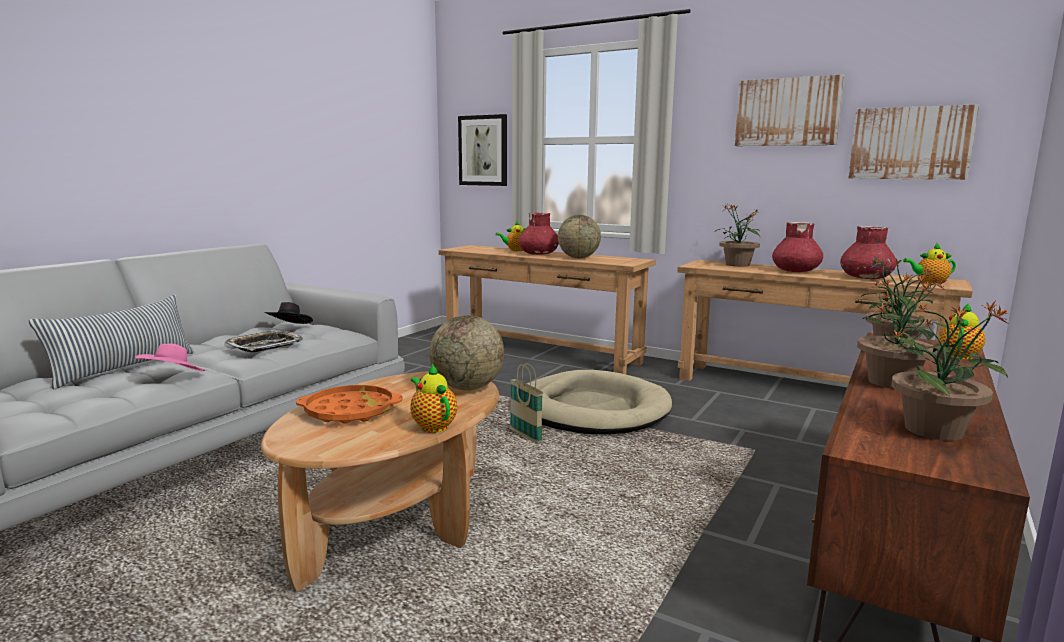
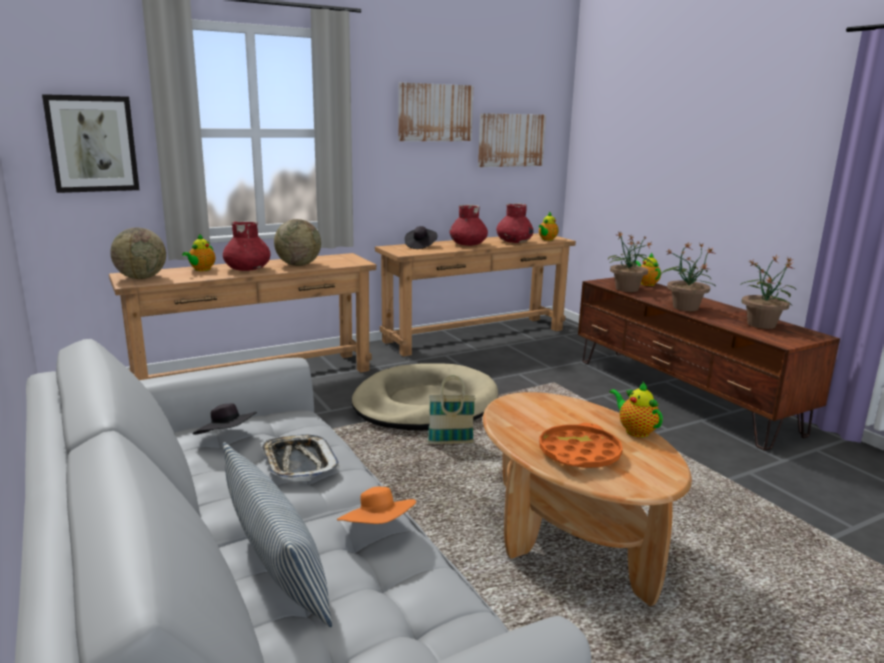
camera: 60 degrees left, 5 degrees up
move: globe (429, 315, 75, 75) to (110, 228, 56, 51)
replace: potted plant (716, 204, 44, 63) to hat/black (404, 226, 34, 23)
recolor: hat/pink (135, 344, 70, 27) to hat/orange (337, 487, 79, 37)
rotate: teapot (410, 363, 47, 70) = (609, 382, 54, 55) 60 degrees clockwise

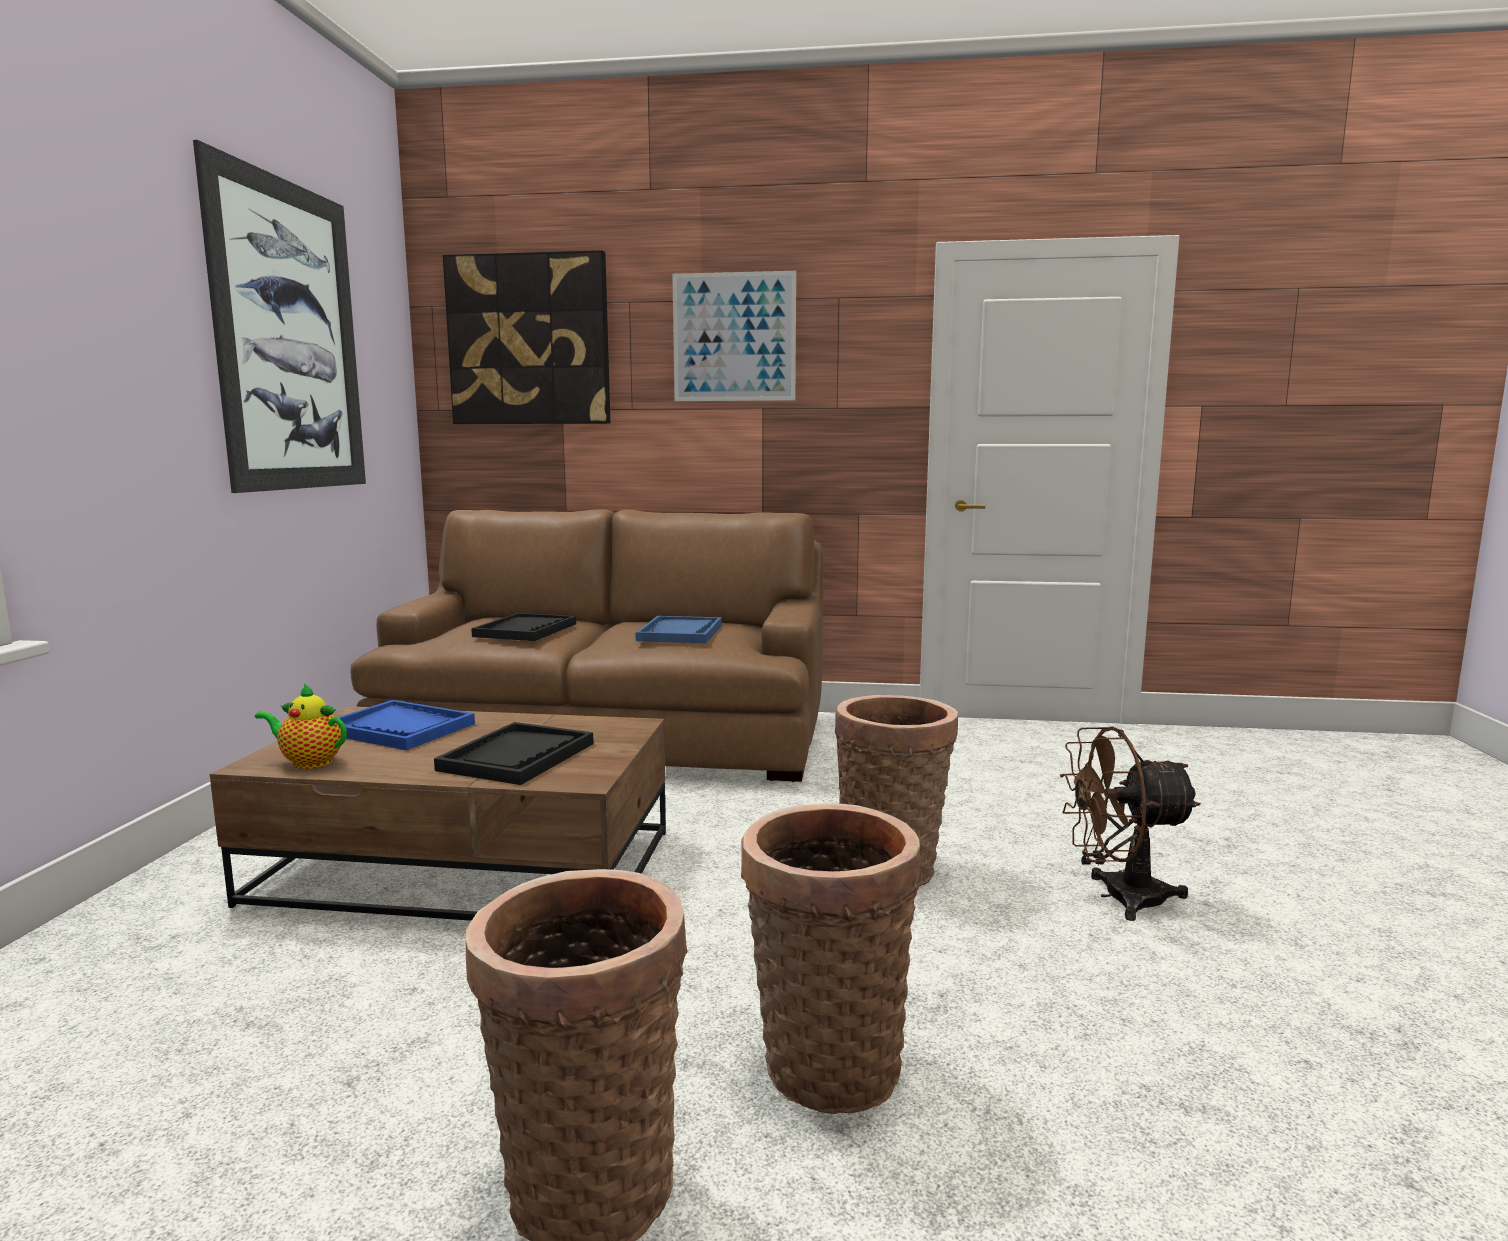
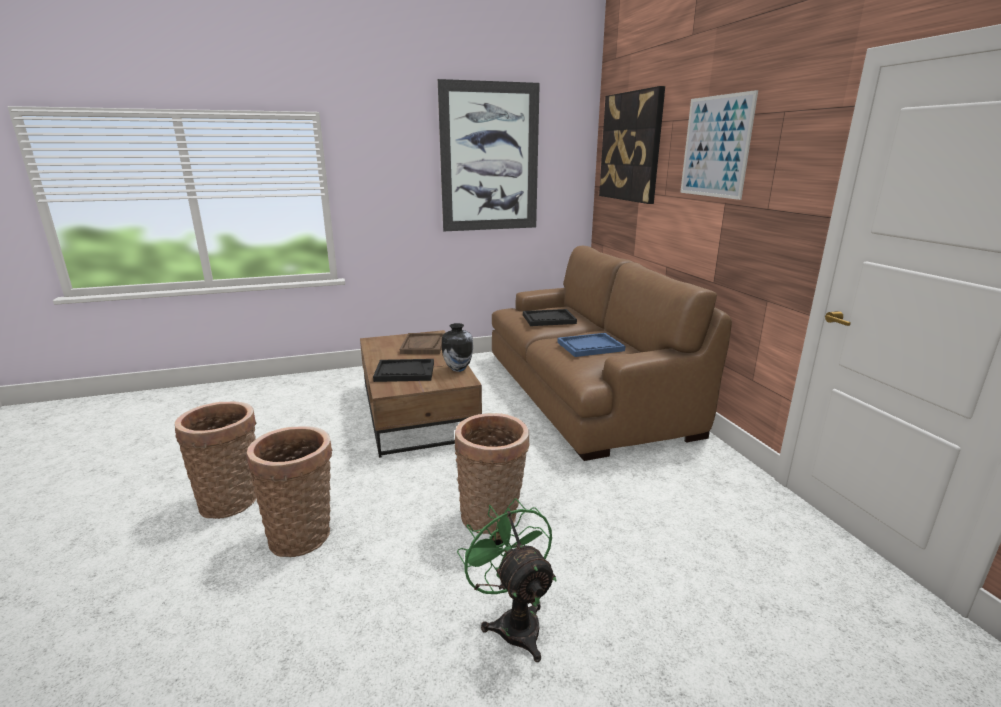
camera: 65 degrees right, 10 degrees up
delete: teapot (255, 683, 92, 86)
insert: vase (442, 323, 31, 49)
recolor: tray/blue (338, 700, 137, 50) to tray/brown (400, 333, 44, 21); fan/brown (1060, 726, 140, 195) to fan/green (457, 498, 100, 164)

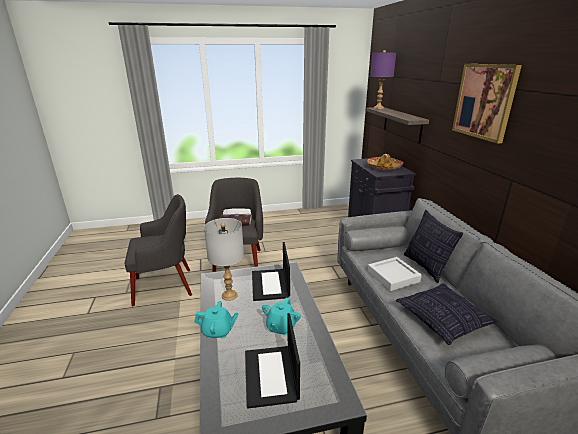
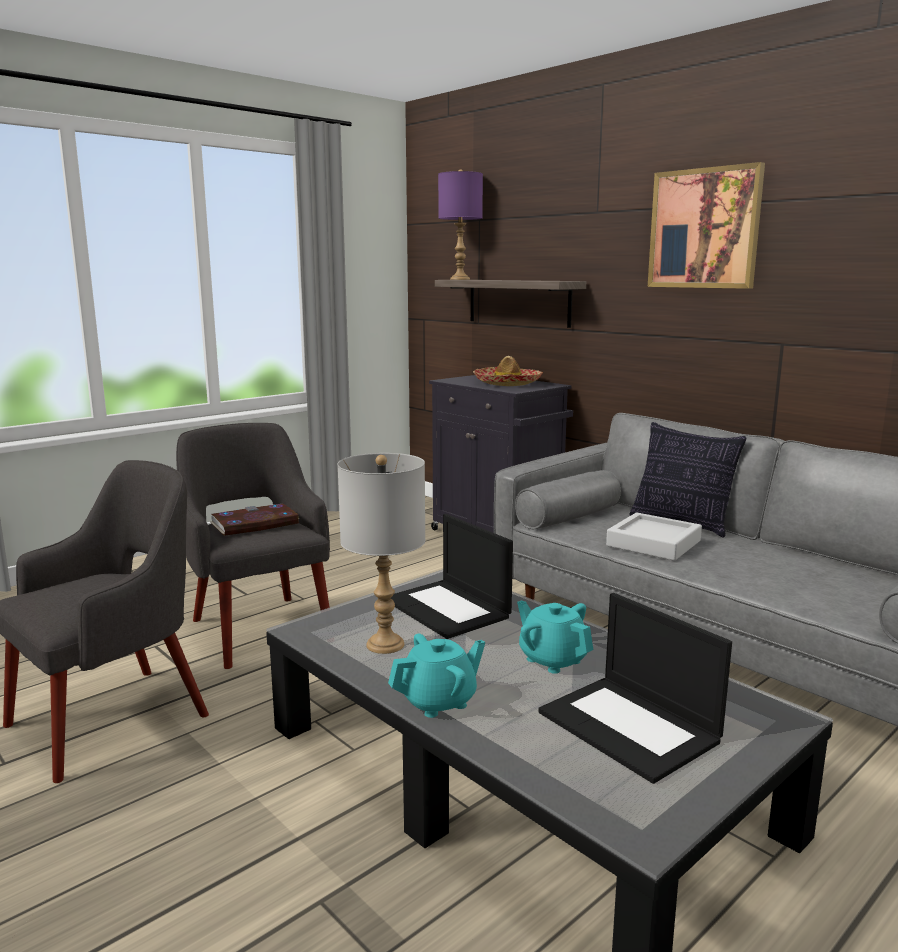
camera: 30 degrees left, 10 degrees down
delete: pillow (396, 283, 103, 62)
rotate: teapot/turquoise (262, 298, 39, 37) = (517, 601, 76, 73) 150 degrees clockwise

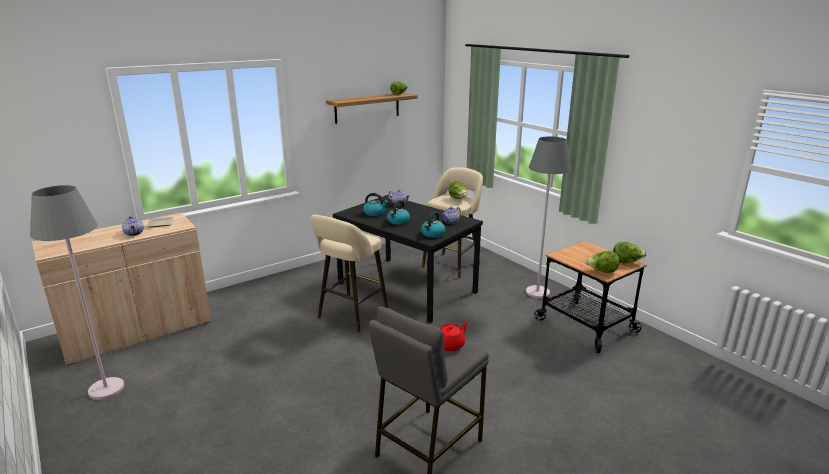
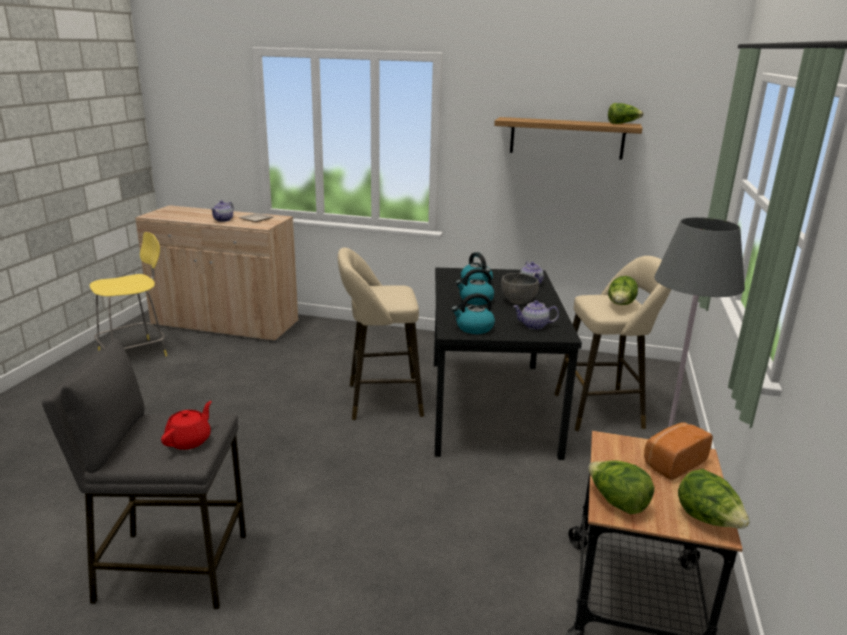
camera: 50 degrees right, 0 degrees up
insert: bowl/grey (501, 273, 38, 31); bread (644, 422, 69, 58)
replace: floor lamp/grey (30, 185, 94, 215) to stool/yellow (90, 232, 77, 124)
rotate: teapot/red (440, 321, 28, 30) = (161, 401, 51, 49) 75 degrees counterclockwise

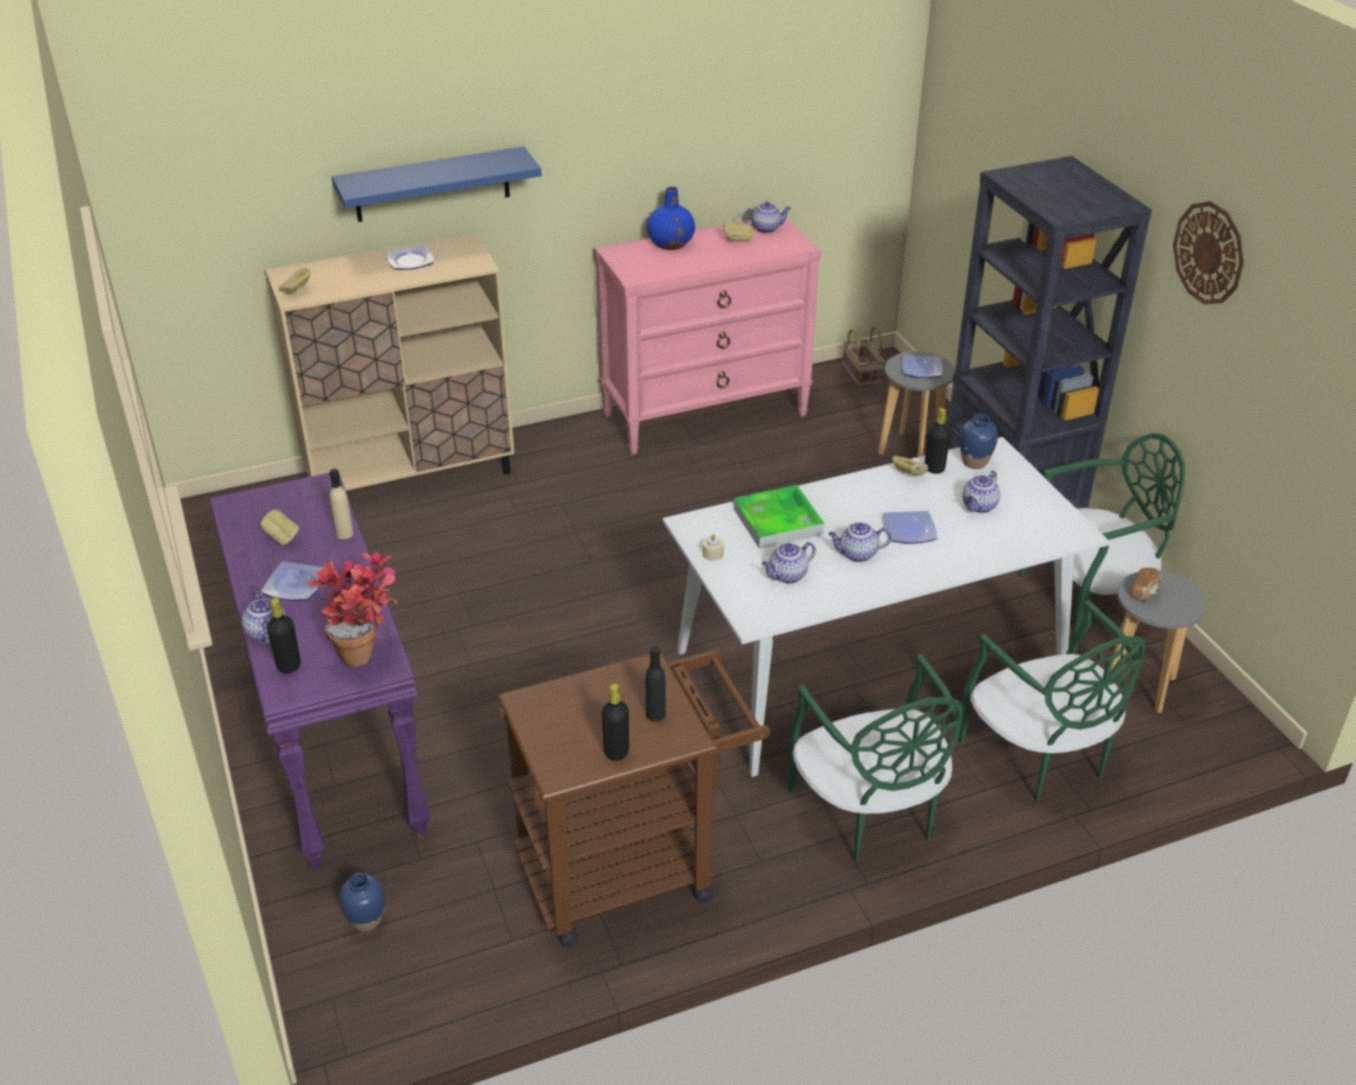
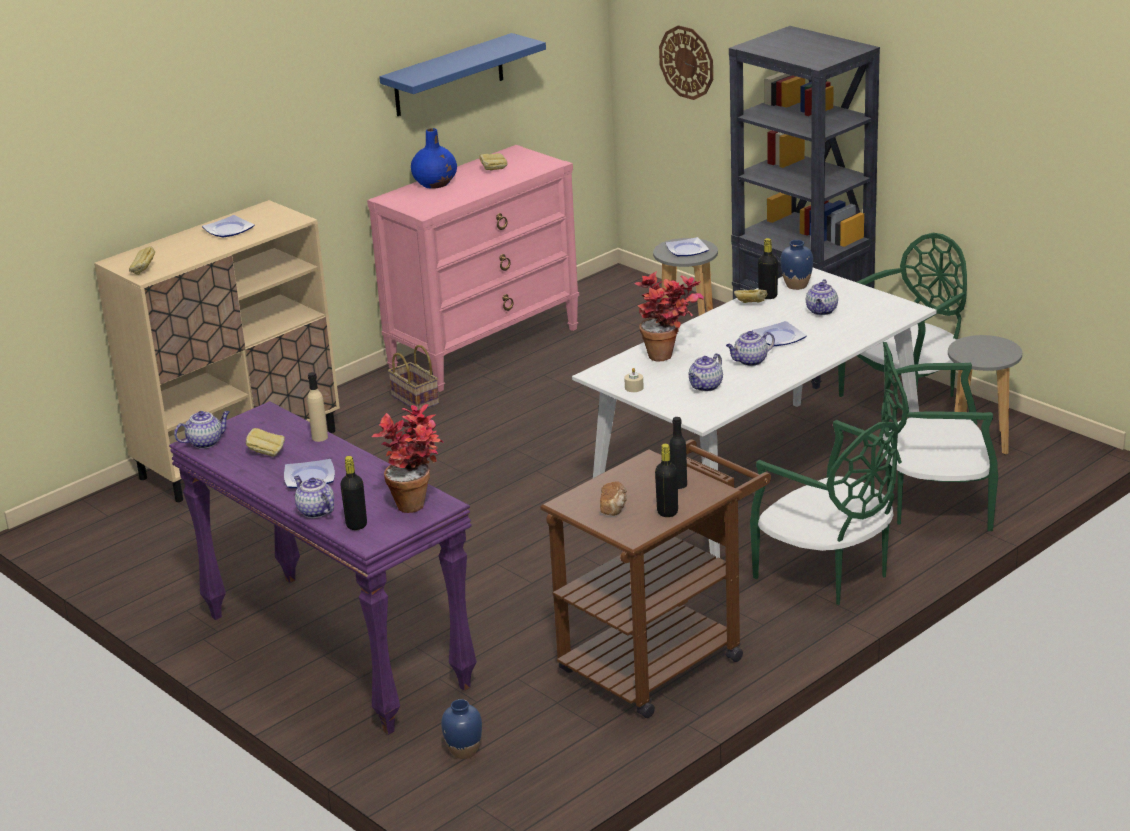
camera: 20 degrees left, 10 degrees down
move: teapot (743, 202, 48, 31) to (174, 411, 56, 38); shelf/blue (332, 146, 210, 76) to (379, 33, 167, 83); basket (843, 326, 42, 62) to (388, 345, 51, 65); bread (1131, 568, 32, 34) to (600, 481, 27, 35); wall clock (1173, 201, 71, 104) to (659, 25, 54, 75)
replace: tray (734, 485, 91, 64) to potted plant (635, 271, 69, 90)
rotate: chair/green (958, 600, 188, 202) = (881, 342, 117, 189) 135 degrees clockwise

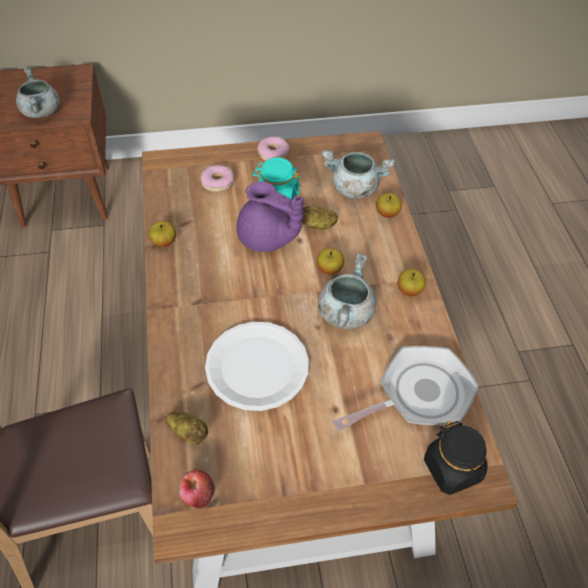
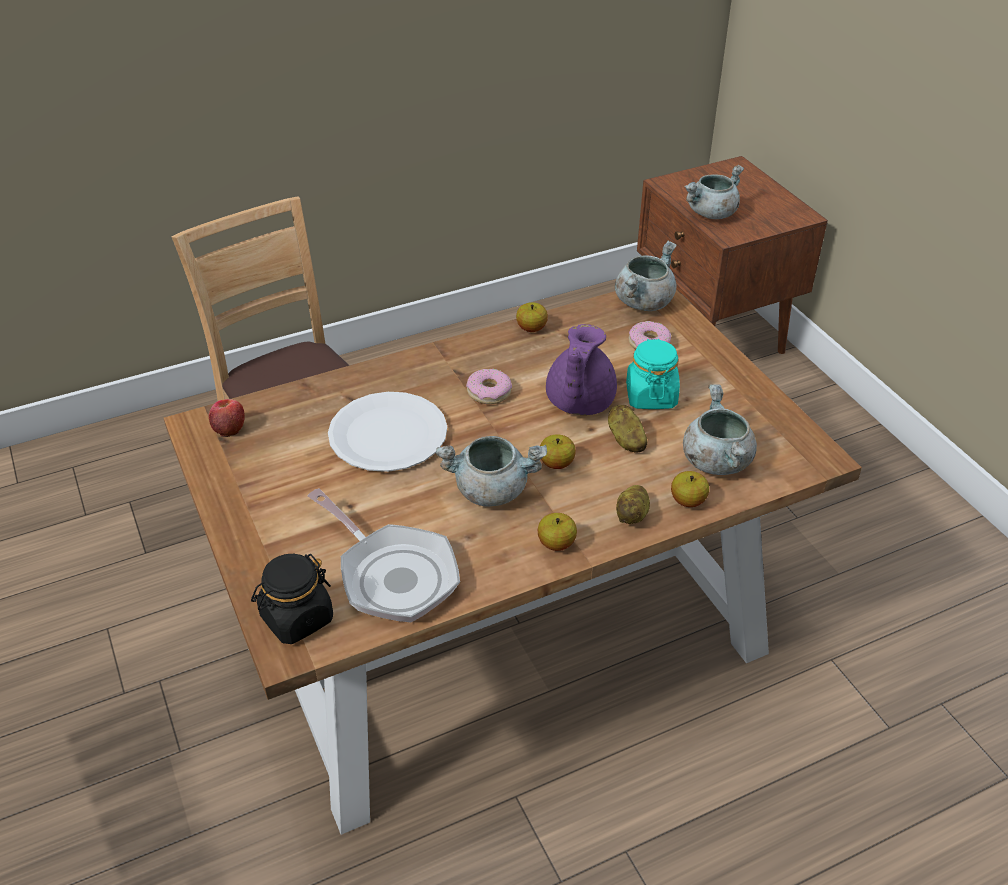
camera: 75 degrees right, 10 degrees down
insert: cooking pot/grey (615, 241, 62, 70)
move: donut (257, 136, 33, 25) to (466, 369, 46, 35); potato (166, 412, 42, 33) to (616, 485, 34, 39)

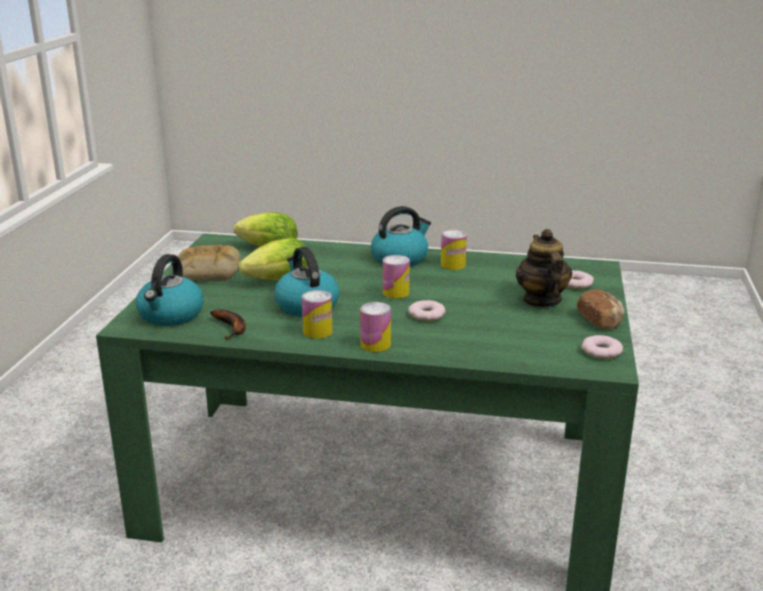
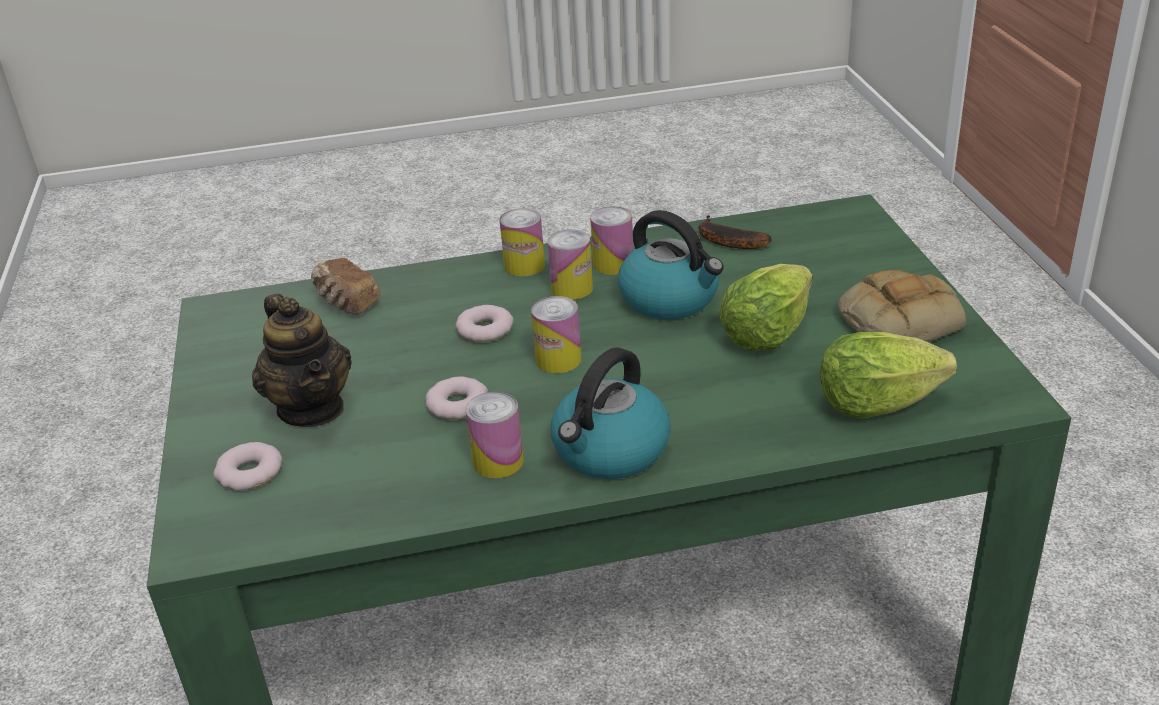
camera: 160 degrees right, 10 degrees up
delete: kettle (135, 254, 68, 72)
insert: can (547, 229, 46, 71)
move: bread (577, 289, 47, 40) to (311, 258, 69, 57); donut (581, 335, 42, 24) to (426, 376, 62, 44)

